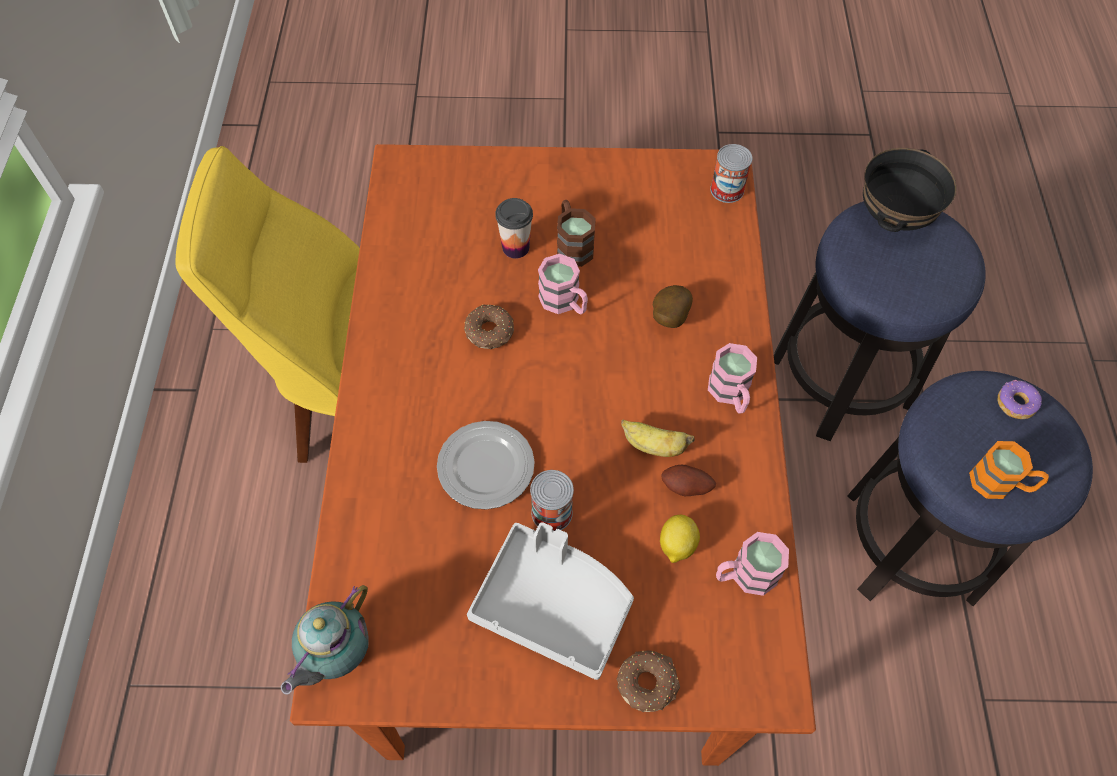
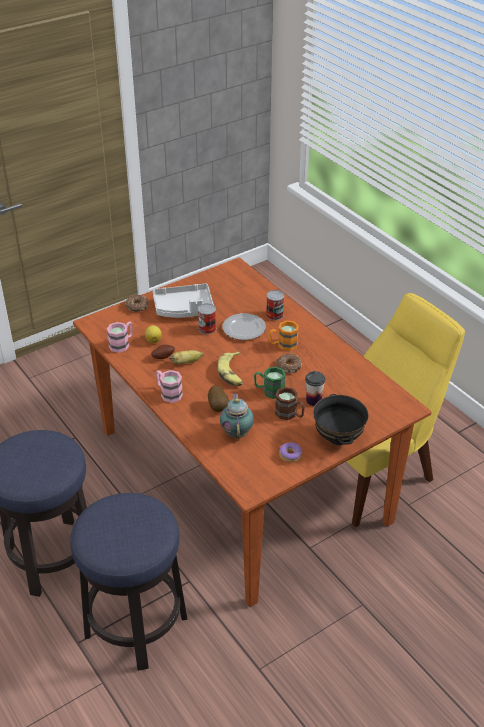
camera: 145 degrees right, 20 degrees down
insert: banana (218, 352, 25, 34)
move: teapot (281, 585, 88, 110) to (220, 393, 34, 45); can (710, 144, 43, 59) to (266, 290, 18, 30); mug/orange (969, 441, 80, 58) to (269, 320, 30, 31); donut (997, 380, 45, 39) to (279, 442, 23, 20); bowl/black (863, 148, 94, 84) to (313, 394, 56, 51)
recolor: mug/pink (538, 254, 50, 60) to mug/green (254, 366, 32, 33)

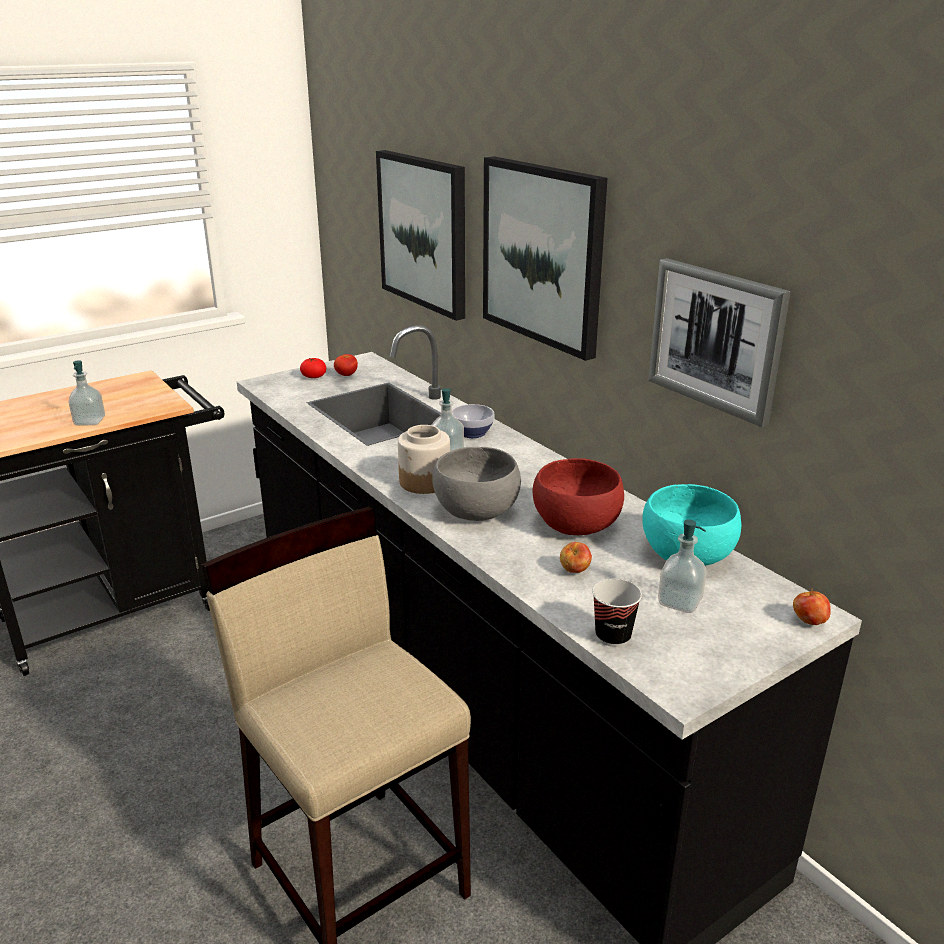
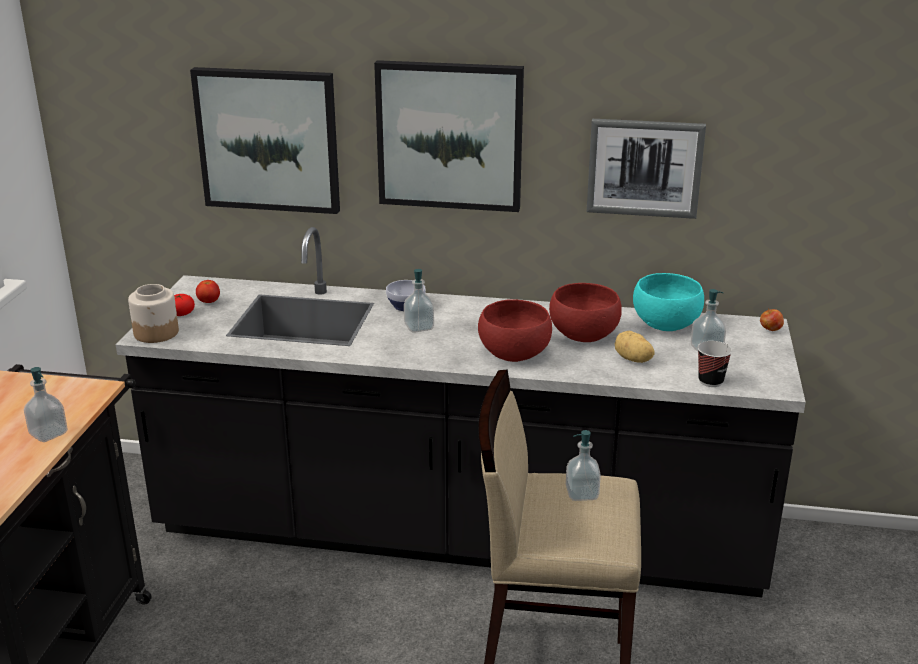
camera: 45 degrees left, 0 degrees up
insert: soap dispenser (566, 430, 35, 71)
move: jar (398, 425, 52, 69) to (128, 284, 51, 59)
replace: apple (560, 542, 32, 31) to potato (615, 331, 40, 32)
recolor: bowl/grey (432, 447, 89, 74) to bowl/red (478, 299, 74, 63)

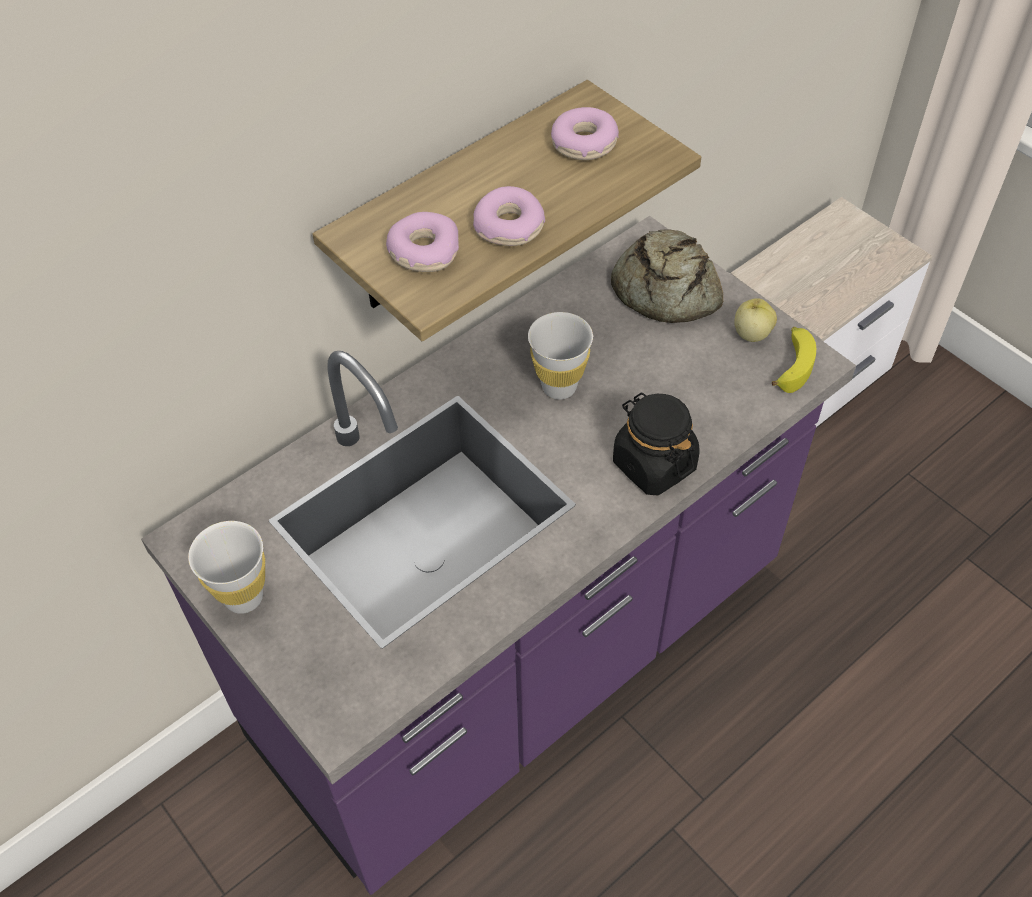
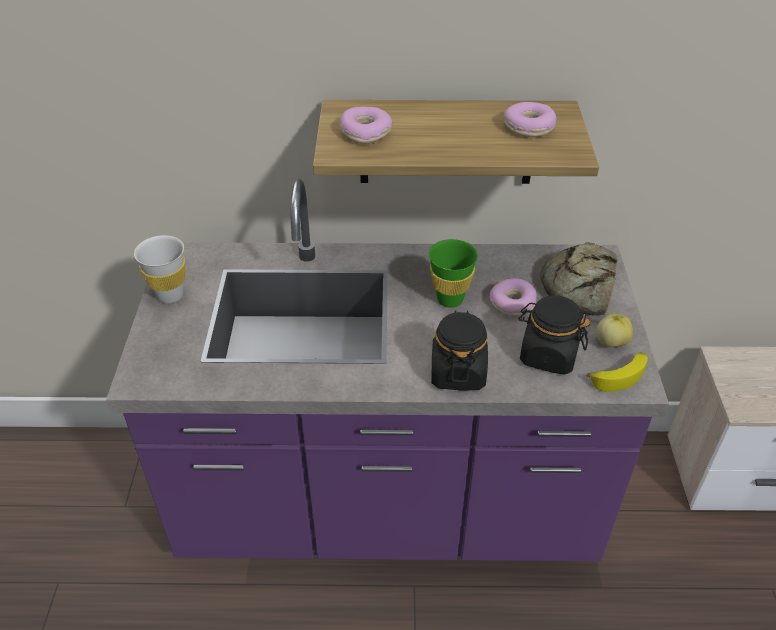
camera: 40 degrees right, 10 degrees down
insert: jar/black (518, 296, 72, 79)
move: donut (473, 186, 72, 60) to (489, 278, 48, 38)
recolor: cup/white (528, 312, 65, 88) to cup/green (429, 239, 49, 69)

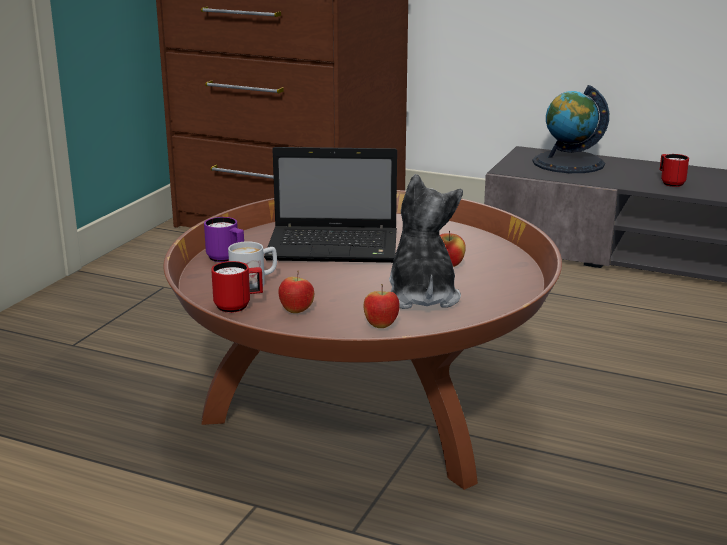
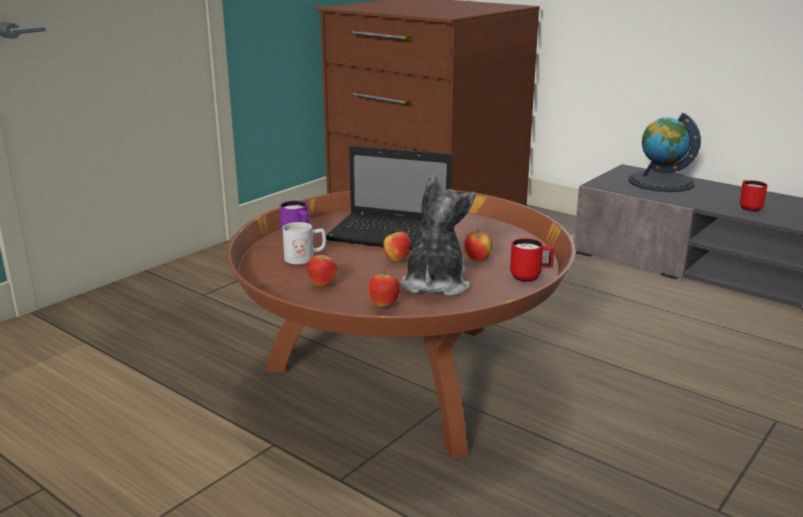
camera: 15 degrees right, 0 degrees up
insert: apple (383, 228, 28, 34)
move: mug/red (211, 261, 52, 52) to (510, 238, 44, 44)

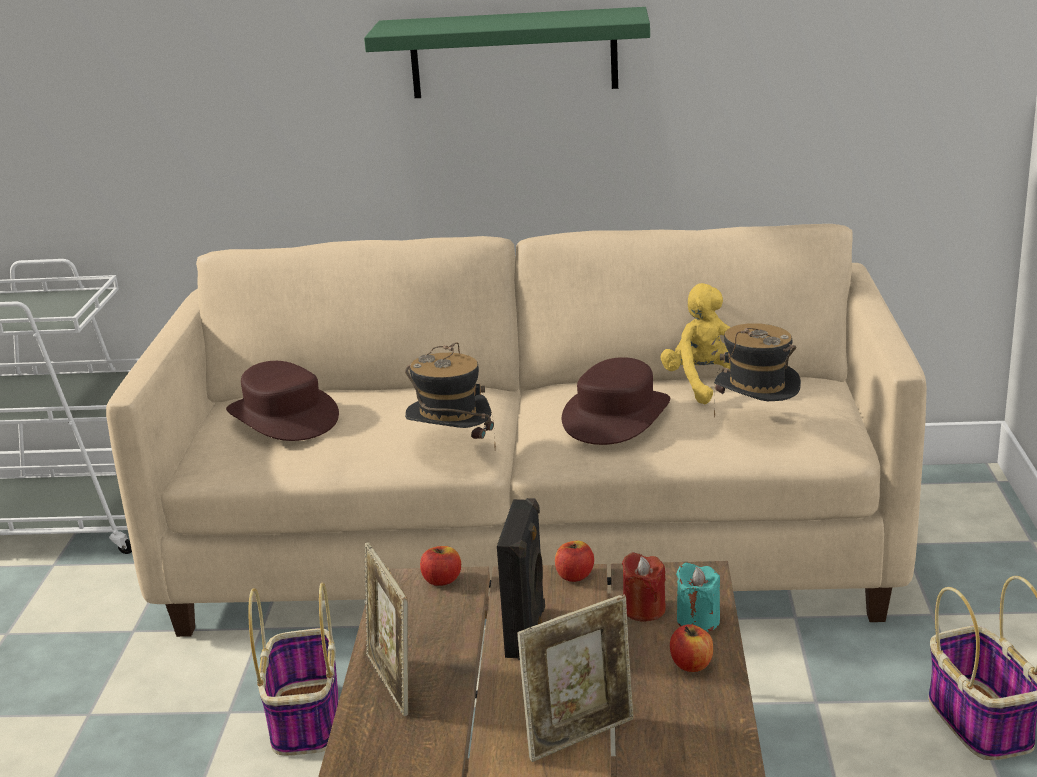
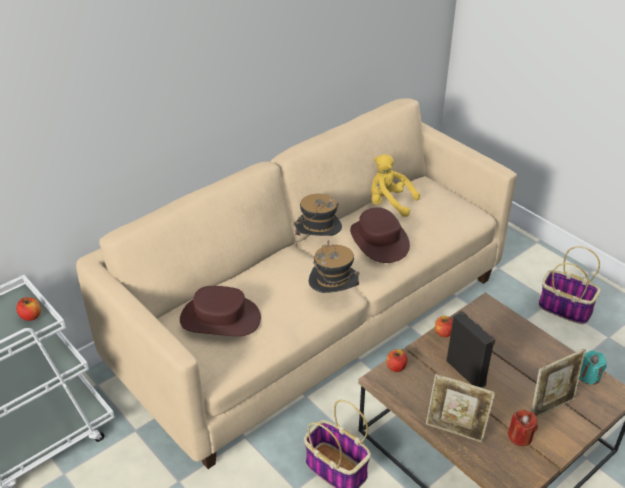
camera: 45 degrees left, 15 degrees up
delete: shelf/green (364, 7, 286, 91)
move: apple (670, 624, 43, 48) to (16, 297, 25, 24); hat (714, 323, 87, 95) to (294, 194, 48, 54); candle/red (622, 552, 44, 70) to (508, 409, 30, 37); candle/turquoise (676, 563, 44, 69) to (579, 350, 28, 35)
rotate: picture frame (517, 594, 117, 168) = (531, 349, 55, 69) 45 degrees clockwise

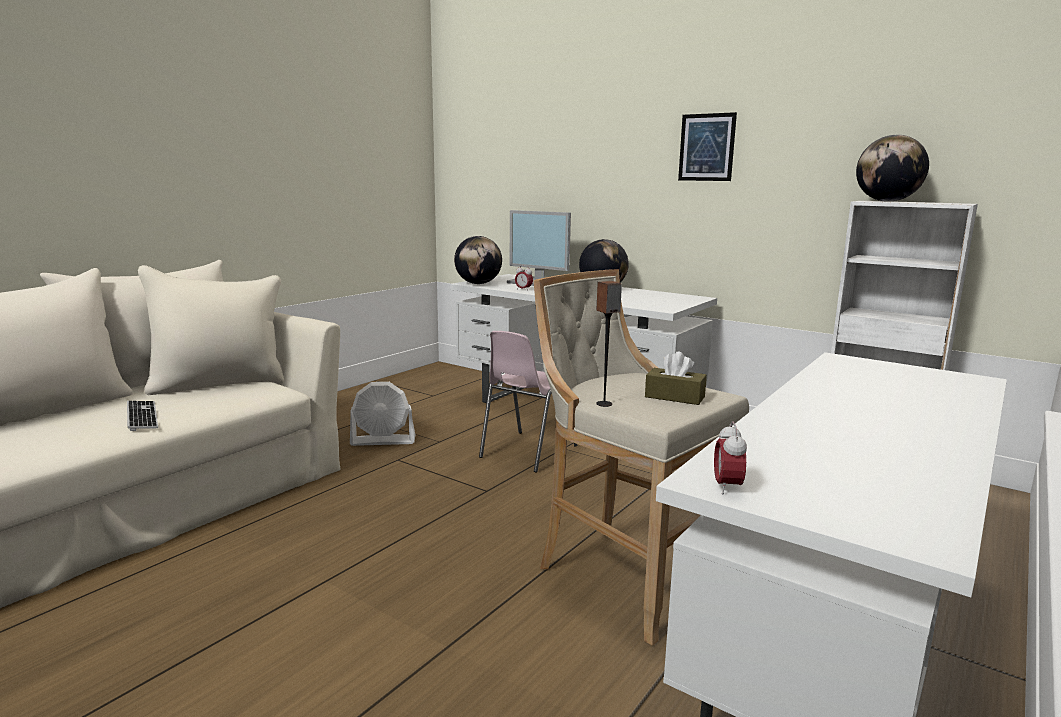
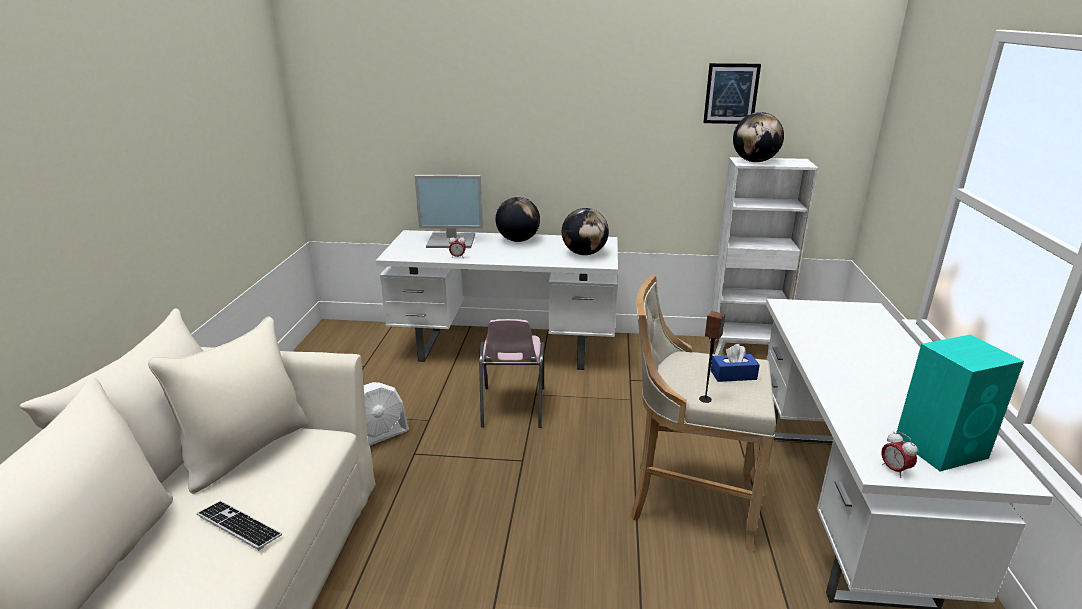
camera: 30 degrees left, 10 degrees up
insert: speaker/turquoise (896, 334, 128, 137)
move: globe (454, 236, 48, 48) to (562, 208, 47, 47); picture (678, 112, 59, 69) to (703, 63, 58, 61)
recolor: tissue box/brown (645, 351, 62, 54) to tissue box/blue (711, 344, 49, 38)

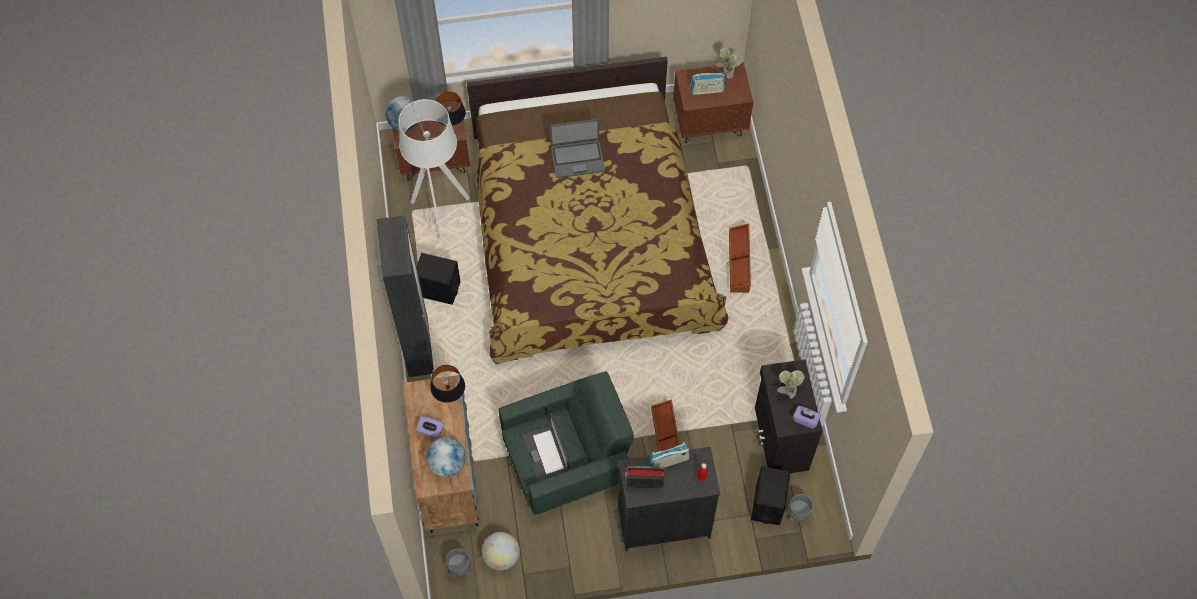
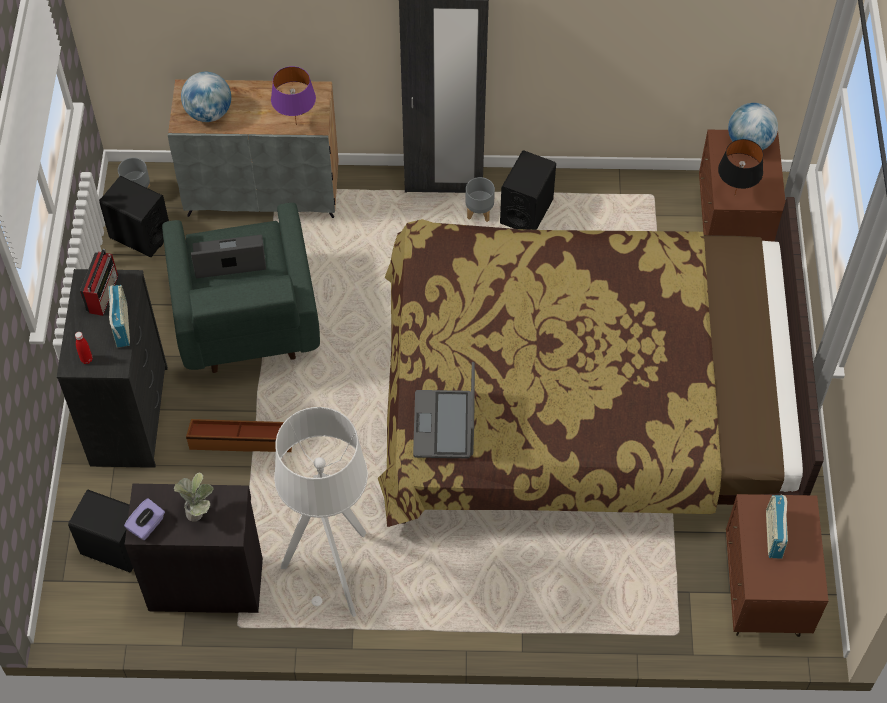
camera: 100 degrees right, 5 degrees down
delete: tissue box/purple (416, 416, 28, 23); potted plant (716, 47, 27, 32); storage box/brown (729, 224, 22, 69)
move: floor lamp/white (399, 99, 71, 145) to (274, 407, 94, 210); laptop (550, 119, 55, 59) to (413, 362, 62, 96); planter/grey (788, 494, 25, 30) to (465, 177, 30, 45)
replace: globe (482, 532, 38, 39) to speaker/black (99, 176, 70, 81)
recolor: table lamp/black (430, 365, 35, 38) to table lamp/purple (271, 66, 45, 59)

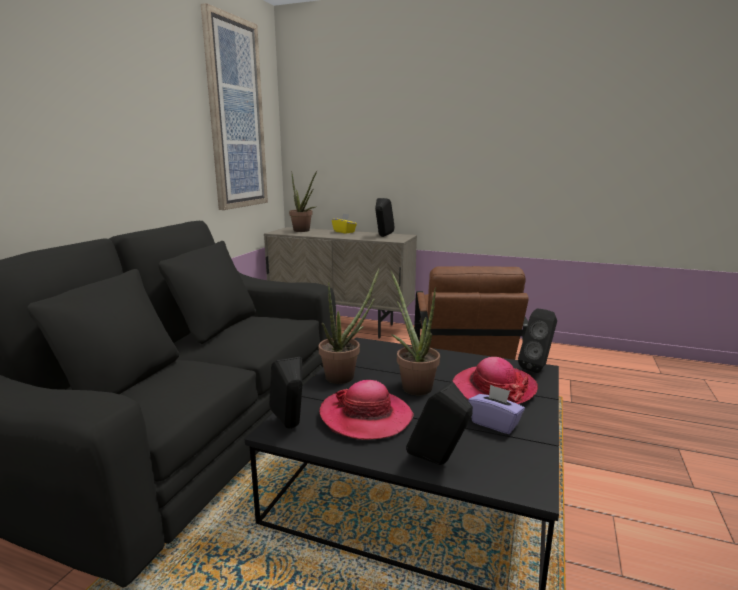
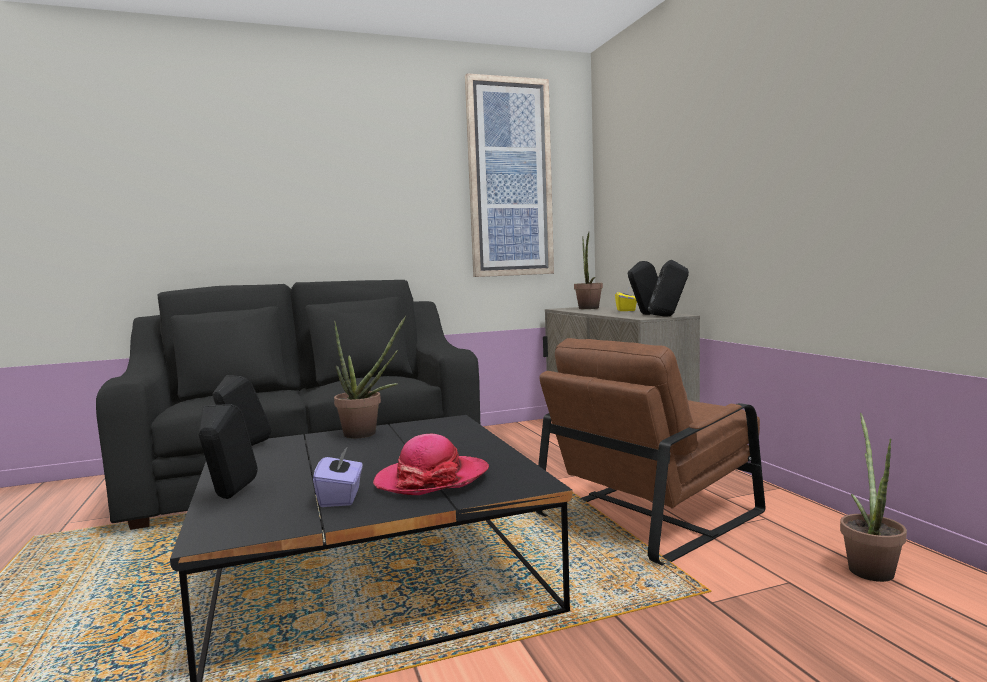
camera: 50 degrees right, 10 degrees down
delete: hat (319, 380, 95, 60)
move: speaker/black (518, 308, 39, 65) to (648, 260, 41, 57); potted plant (391, 271, 49, 124) to (840, 413, 67, 169)

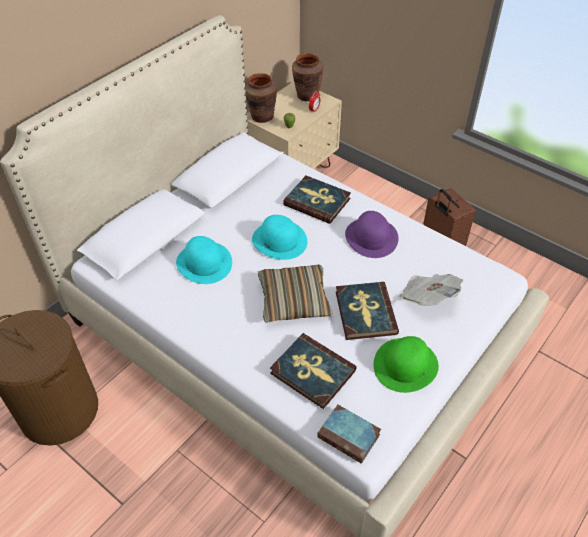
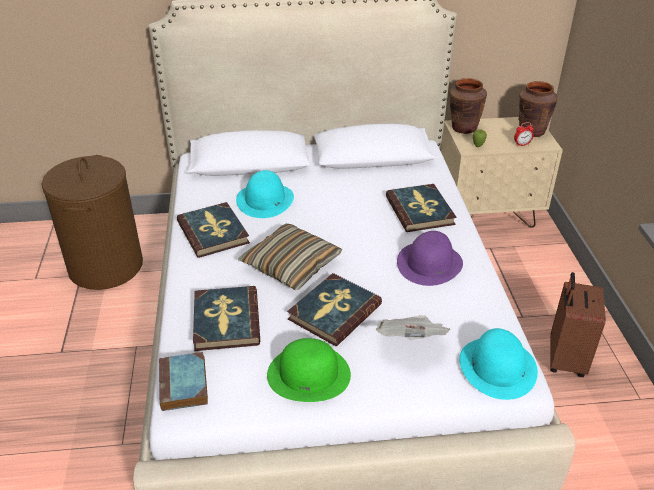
camera: 45 degrees right, 10 degrees down
insert: book (177, 202, 73, 56)
move: hat/turquoise (252, 215, 55, 45) to (459, 328, 79, 72)

